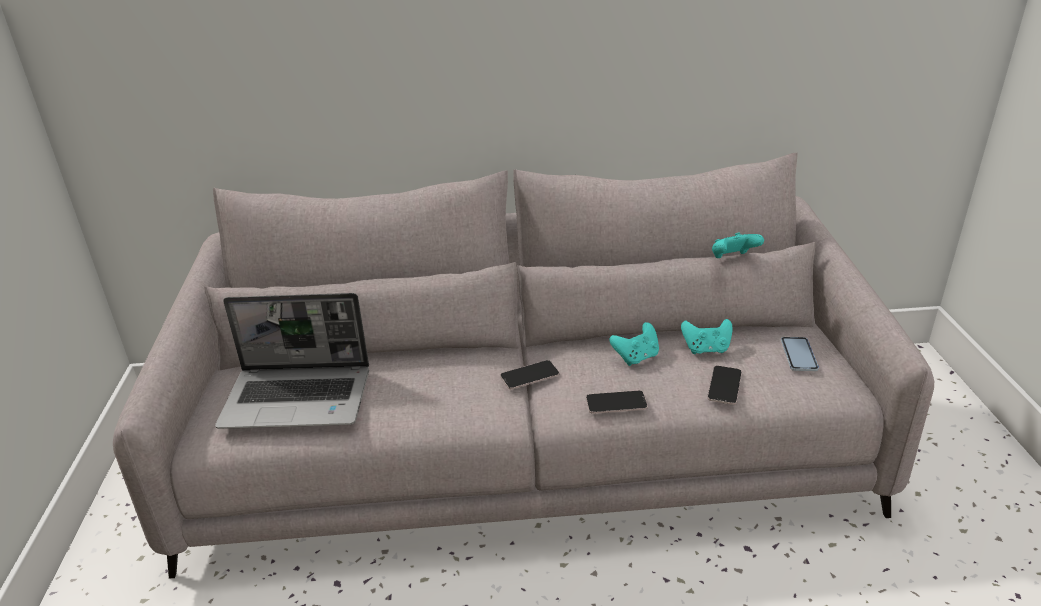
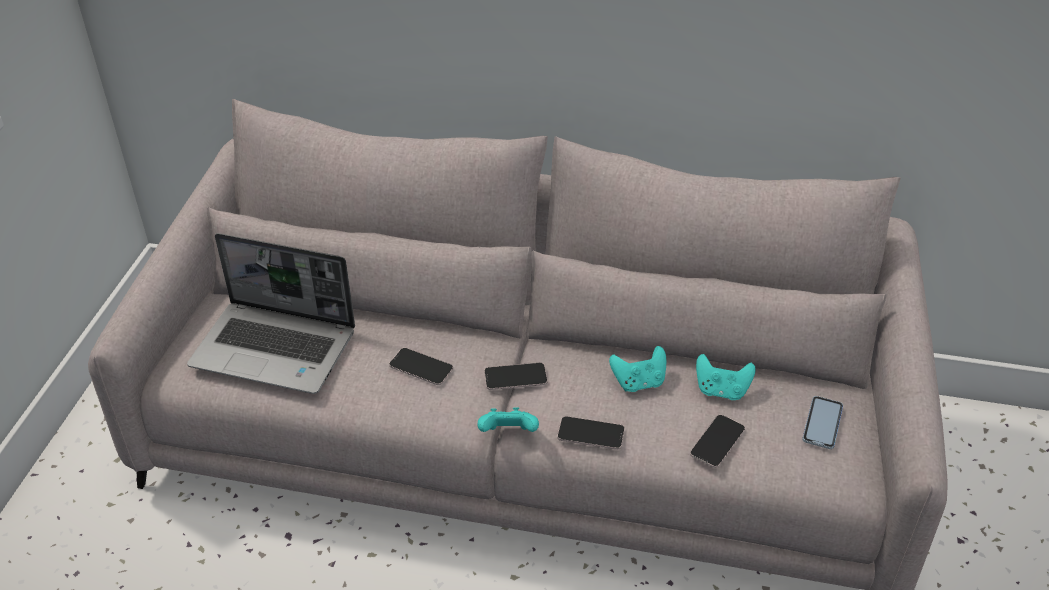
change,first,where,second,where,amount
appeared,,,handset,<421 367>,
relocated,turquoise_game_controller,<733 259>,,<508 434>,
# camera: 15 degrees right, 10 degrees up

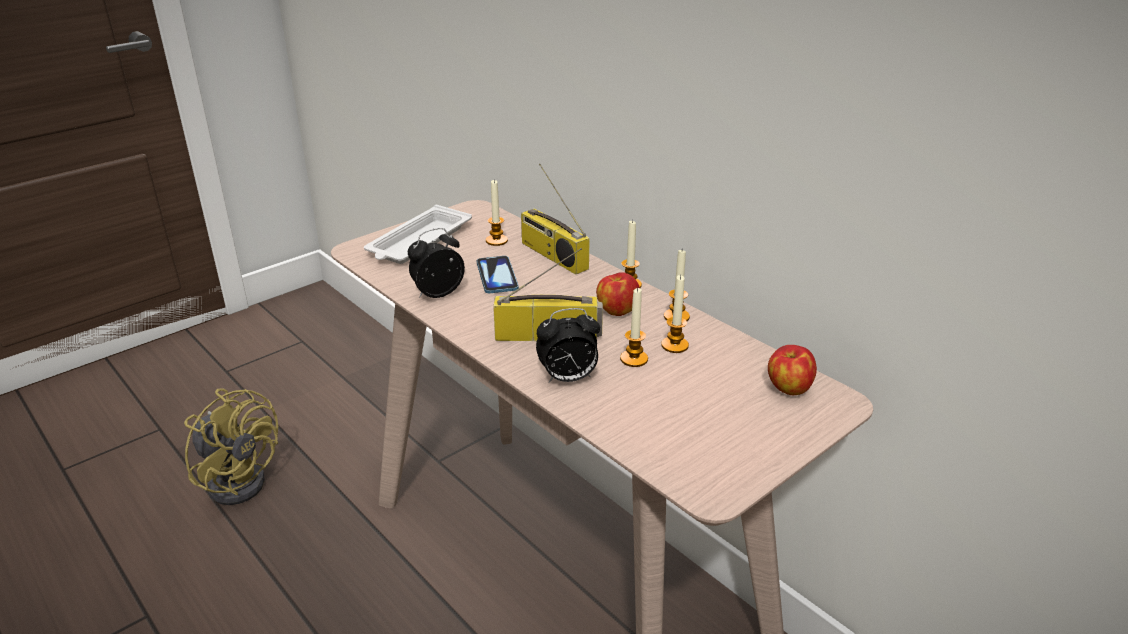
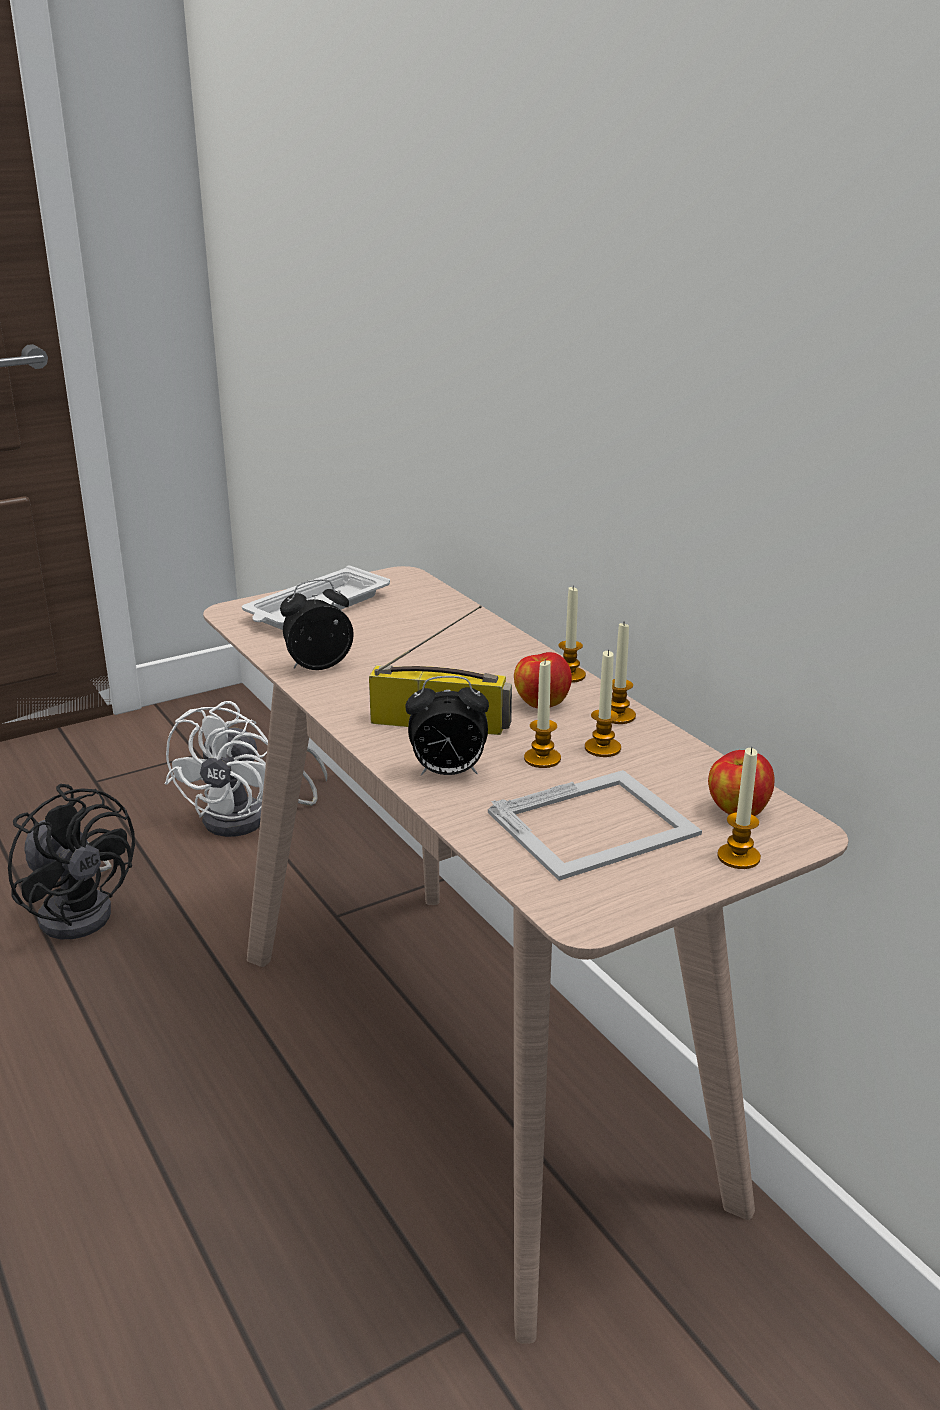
change,first,where,second,where,amount
missing,handset,<497 276>,,,
missing,radio_receiver,<552 255>,,,
appeared,,,white-coloured_electric_fan,<249 817>,
appeared,,,standing_frame,<596 823>,
relocated,candle,<496 240>,,<738 857>,
colour,yellowish_electric_fan,<239 478>,blackish_electric_fan,<81 909>,
# camera: 10 degrees right, 5 degrees down

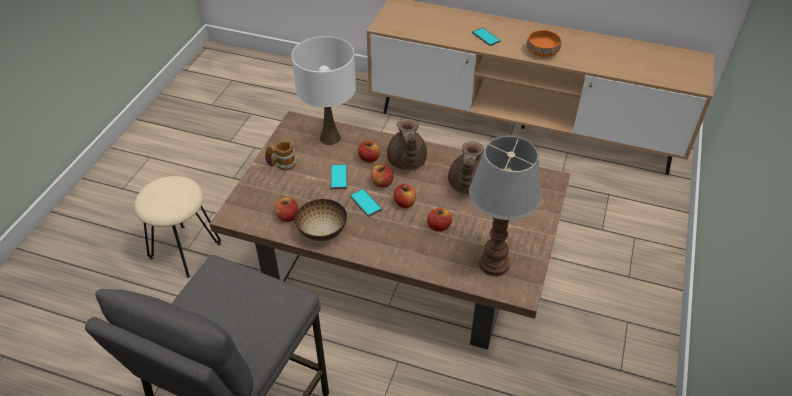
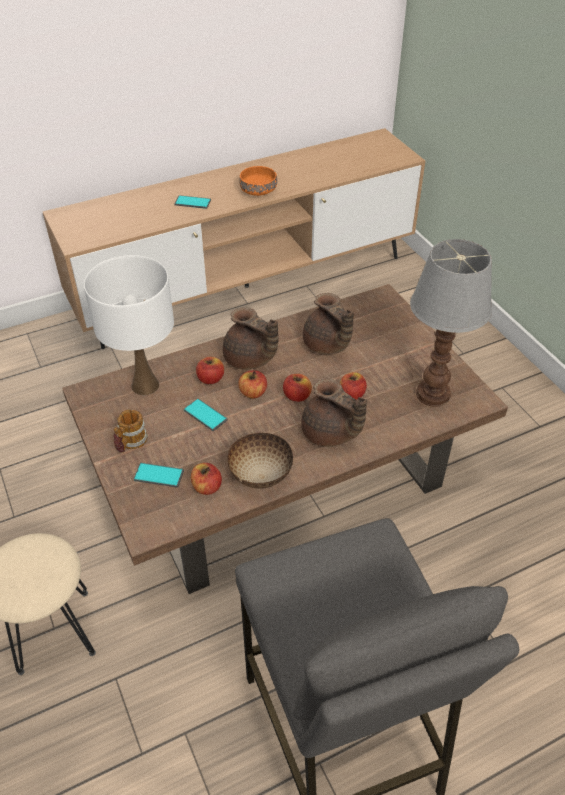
change,first,where,second,where,amount
appeared,,,brown-coloured_tea_pot,<329 434>,
relocated,handset,<365 203>,,<159 475>,
# camera: 45 degrees left, 0 degrees up

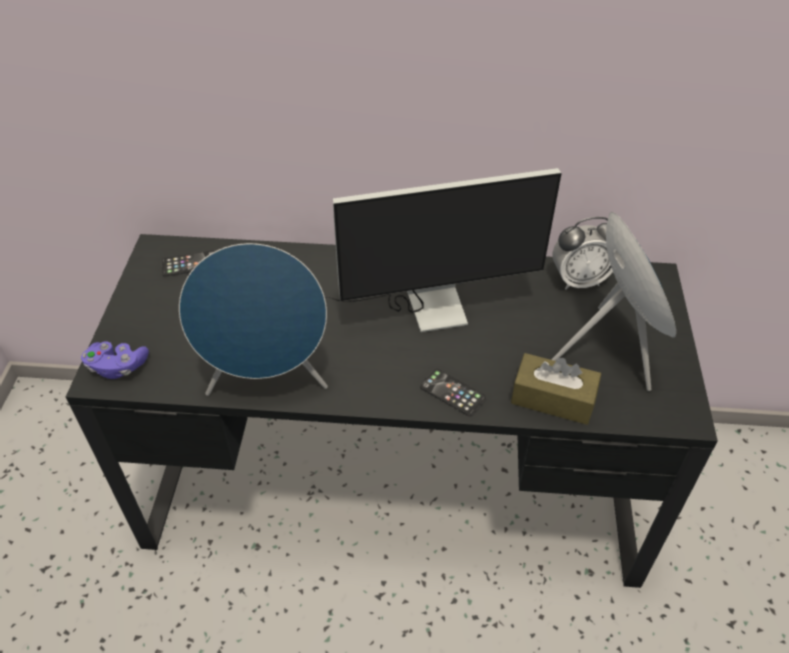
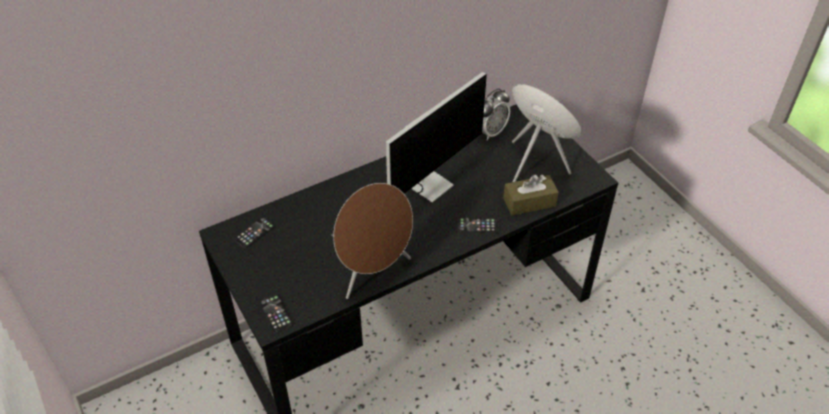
change,first,where,second,where,amount
exchanged,purplish_game_controller,<117 367>,handset,<276 313>,
colour,bluish_loudspeaker,<268 381>,brown-coloured_loudspeaker,<374 272>,
# camera: 35 degrees left, 0 degrees up

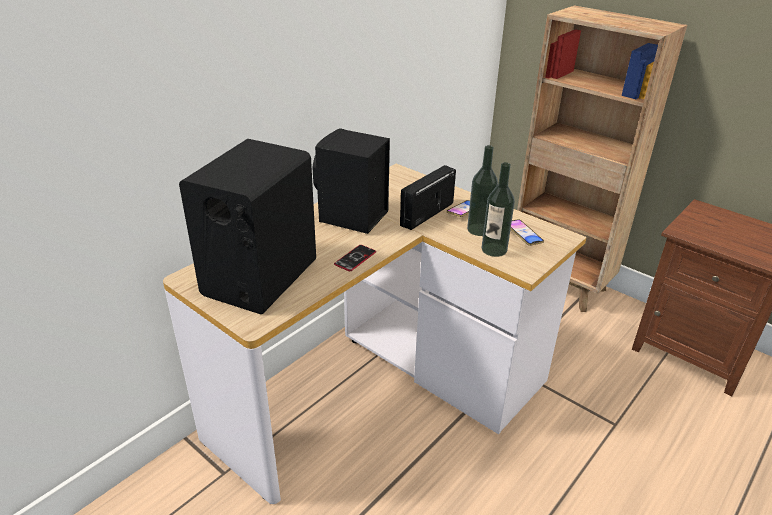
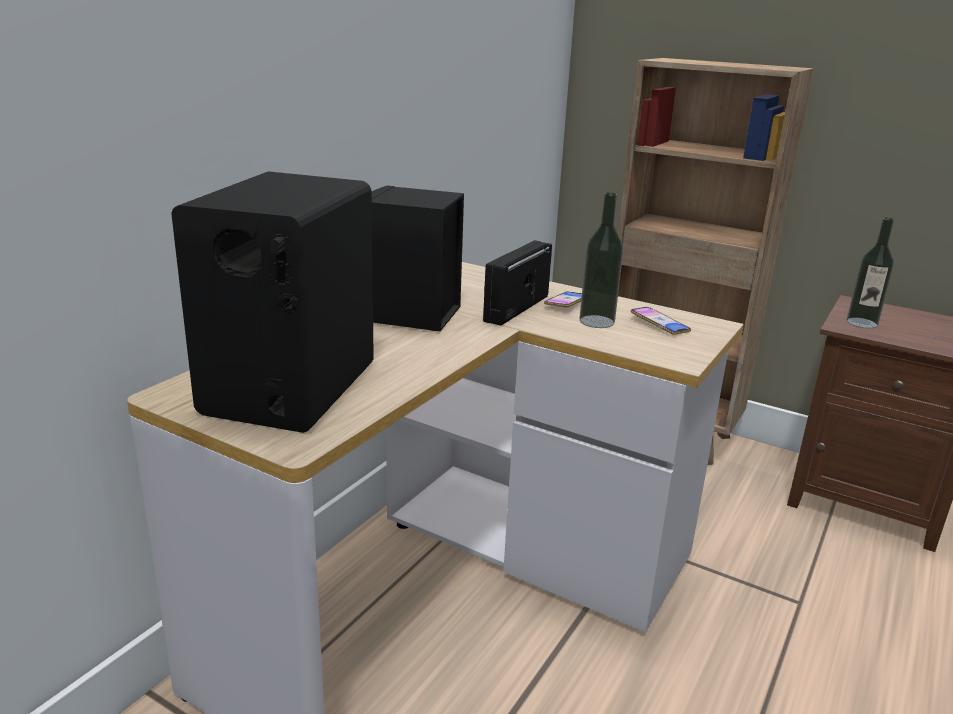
change,first,where,second,where,amount
missing,handset,<355 258>,,,
relocated,drink_bottle,<494 249>,,<862 323>,
# camera: 10 degrees left, 10 degrees down

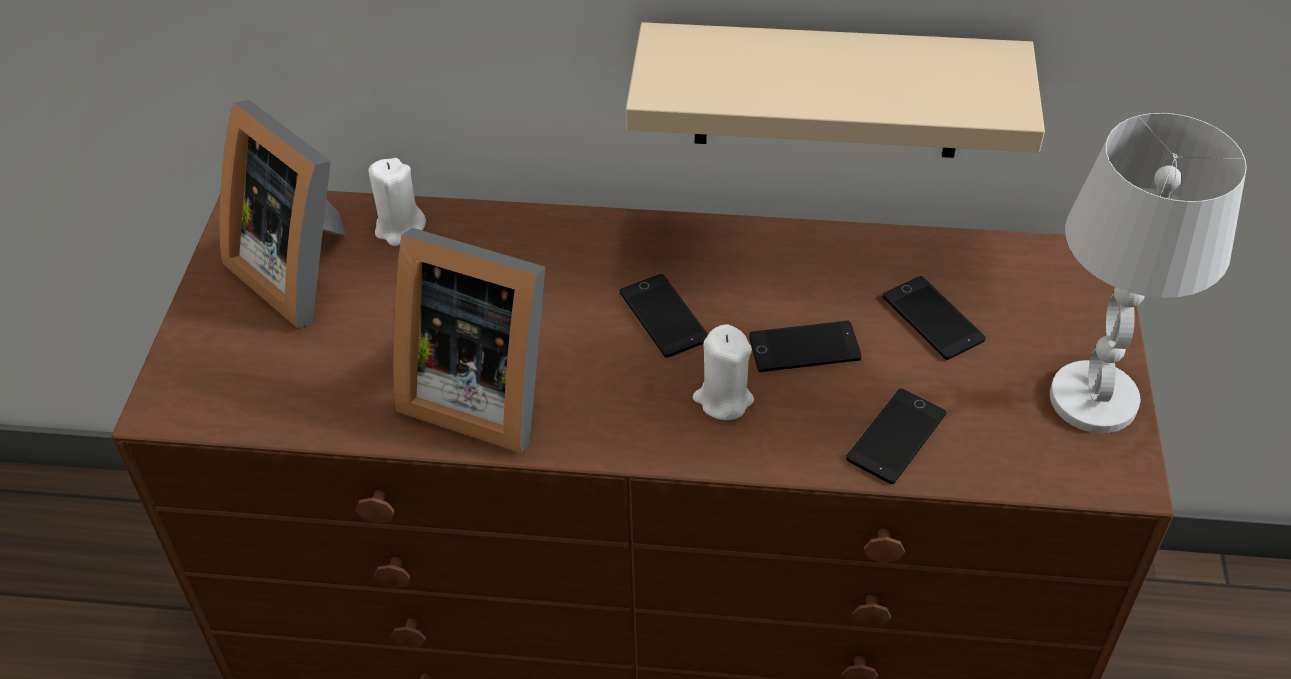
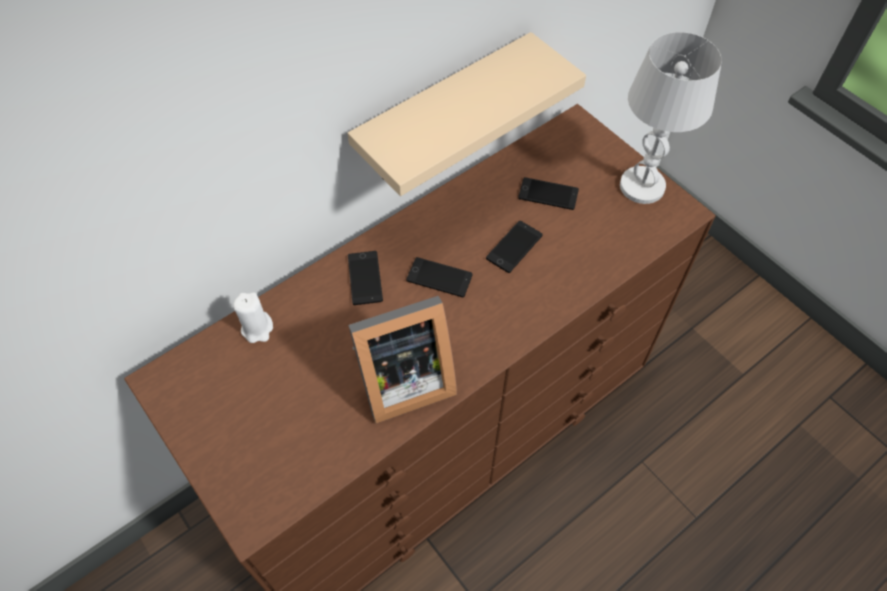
change,first,where,second,where,amount
missing,standing_frame,<301 269>,,,
missing,white-coloured_candle,<723 399>,,,
relocated,handset,<896 436>,,<365 278>,
# camera: 45 degrees left, 10 degrees up

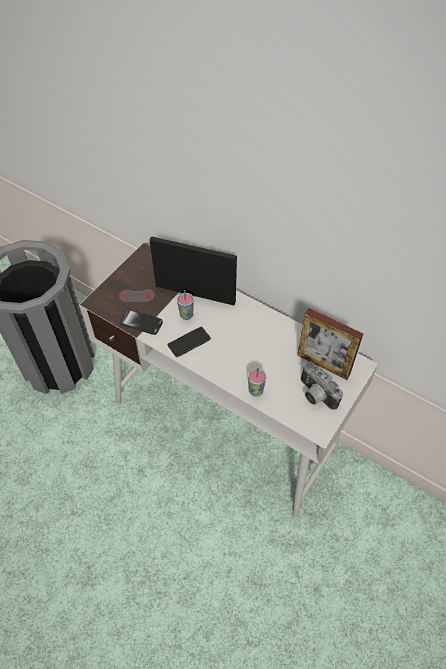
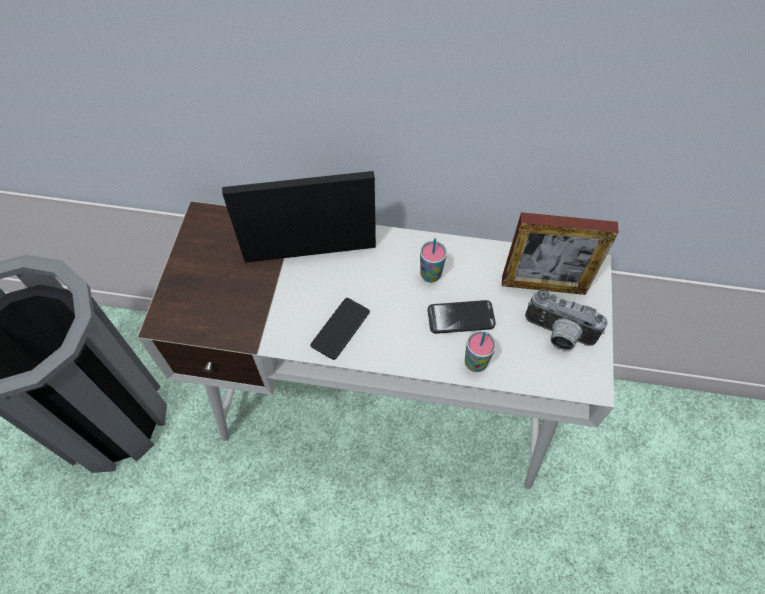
change,first,where,second,where,amount
missing,gray_game_controller,<137 296>,,,
relocated,handset,<141 322>,,<460 318>,
relocated,cup,<186 315>,,<430 275>,
# camera: 25 degrees left, 5 degrees up

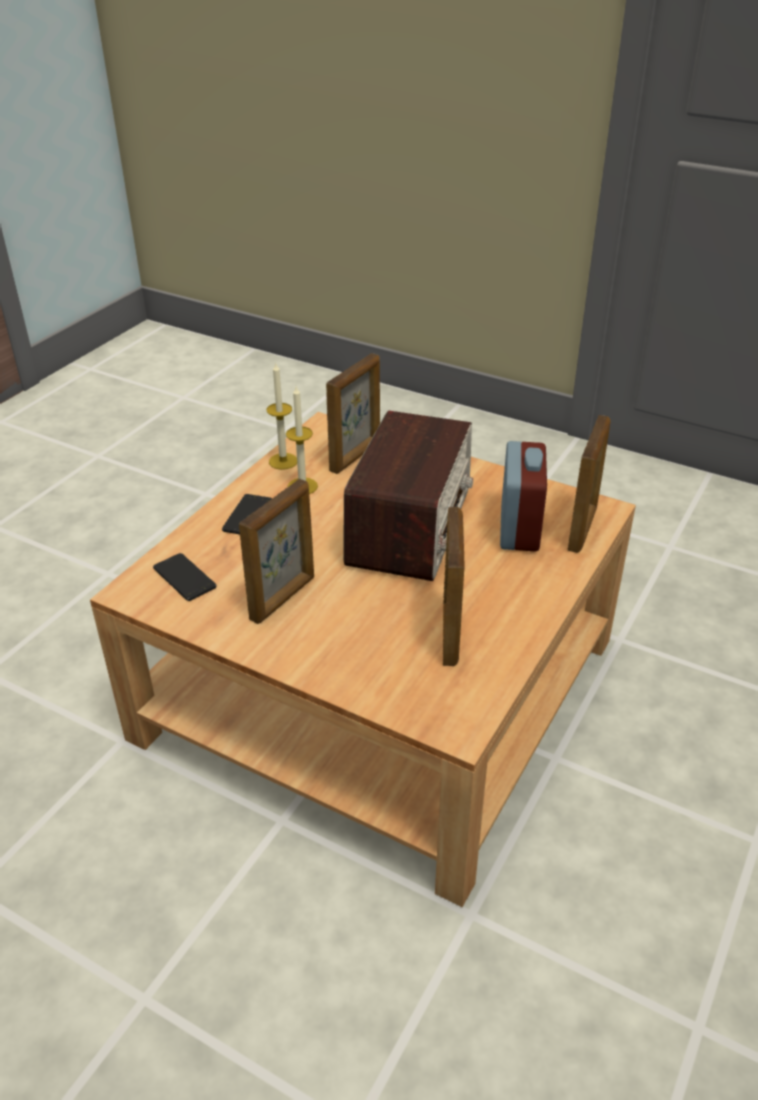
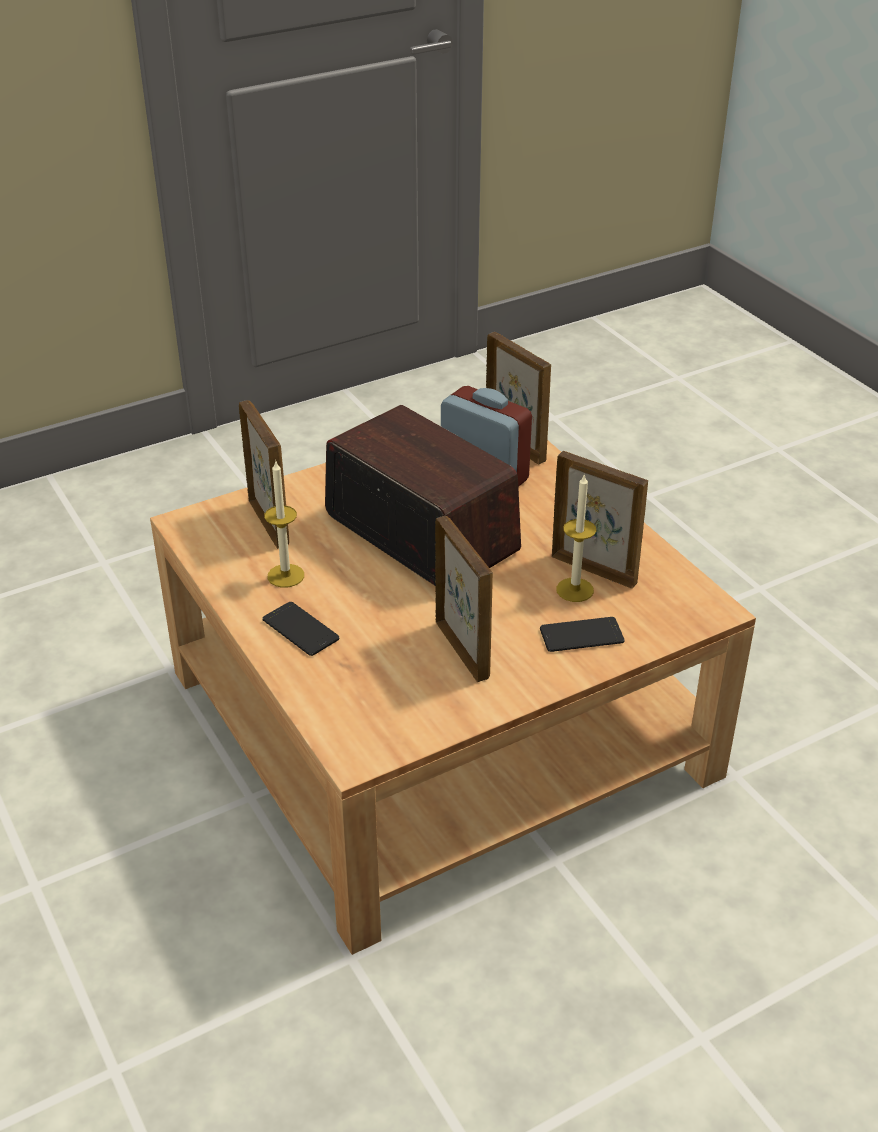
change,first,where,second,where,amount
relocated,handset,<184 577>,,<581 635>,
relocated,candle,<283 461>,,<575 590>,
# camera: 60 degrees left, 0 degrees up

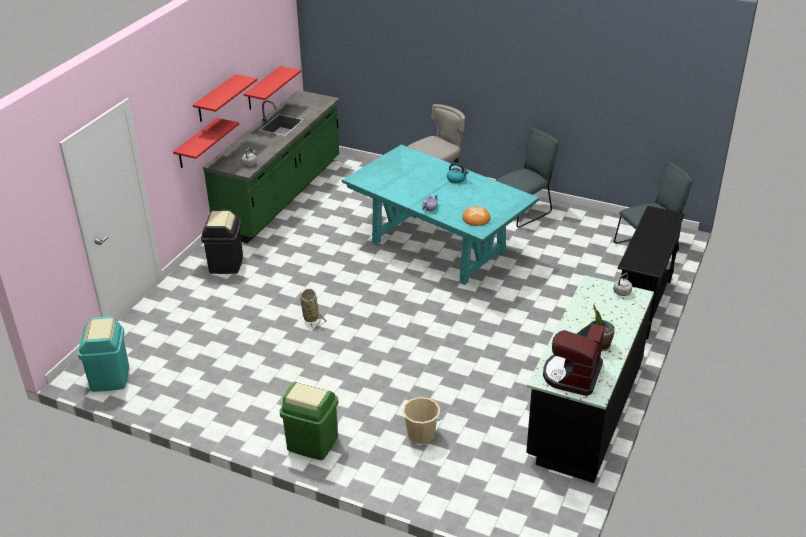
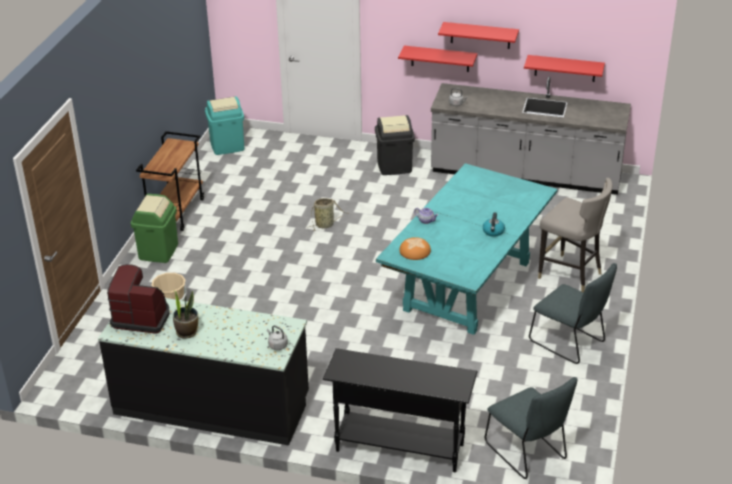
change,first,where,second,where,amount
appeared,,,brown-coloured_wheeled_cart,<176 212>,
colour,greenish_kitchen_counter,<281 196>,gray_kitchen_counter,<525 175>,
# camera: 80 degrees right, 0 degrees up

